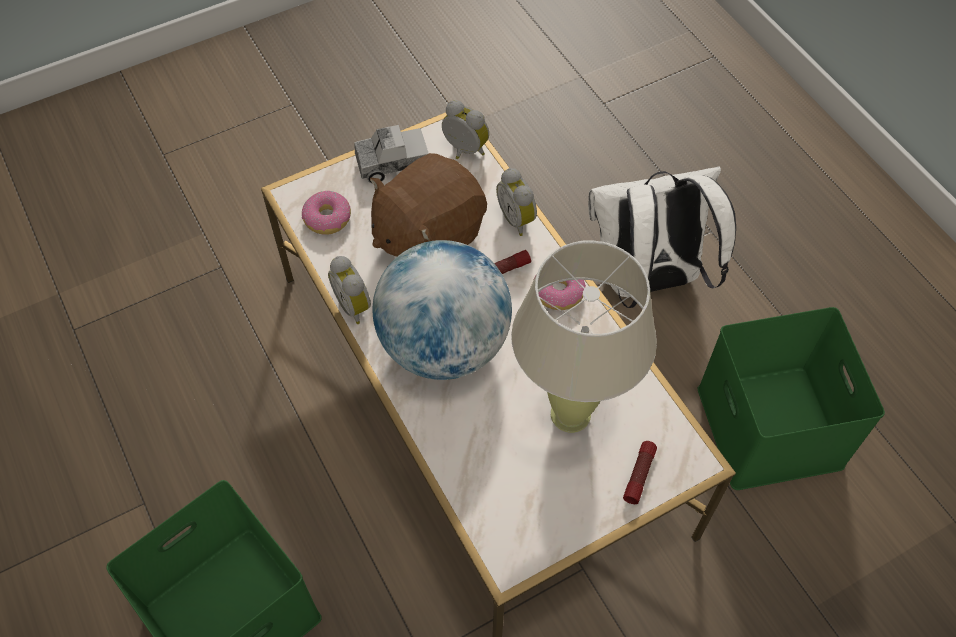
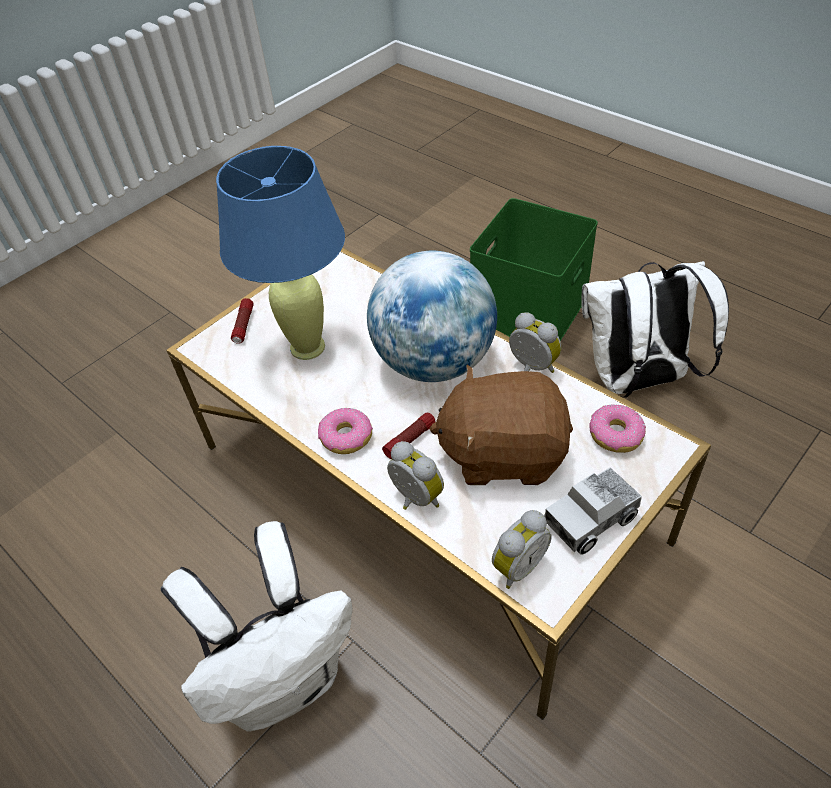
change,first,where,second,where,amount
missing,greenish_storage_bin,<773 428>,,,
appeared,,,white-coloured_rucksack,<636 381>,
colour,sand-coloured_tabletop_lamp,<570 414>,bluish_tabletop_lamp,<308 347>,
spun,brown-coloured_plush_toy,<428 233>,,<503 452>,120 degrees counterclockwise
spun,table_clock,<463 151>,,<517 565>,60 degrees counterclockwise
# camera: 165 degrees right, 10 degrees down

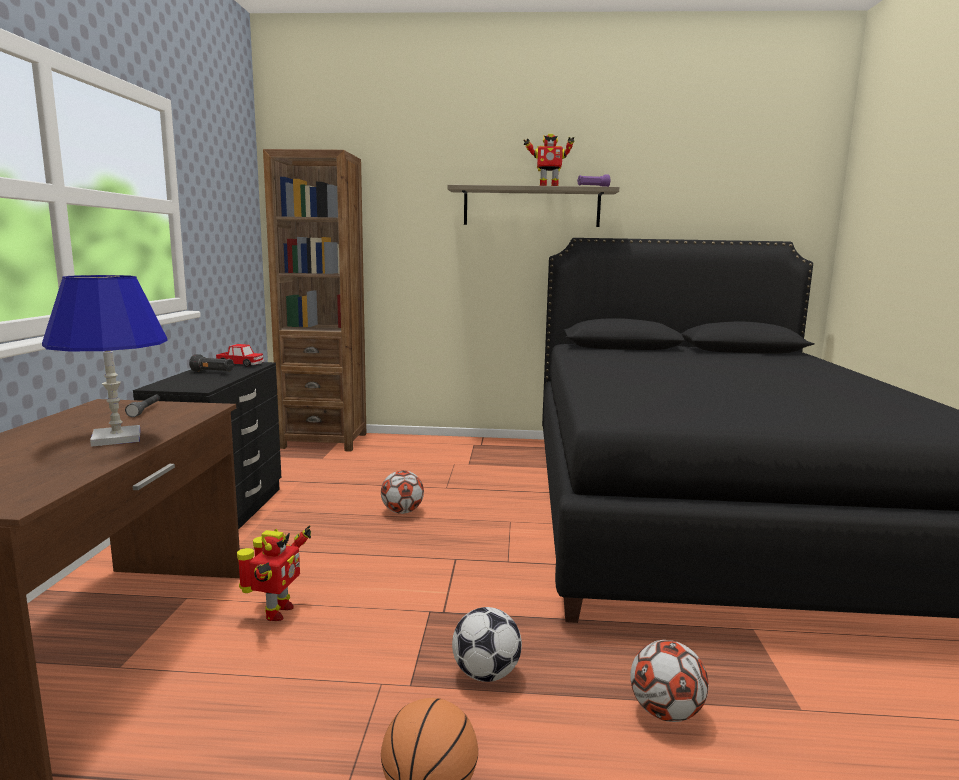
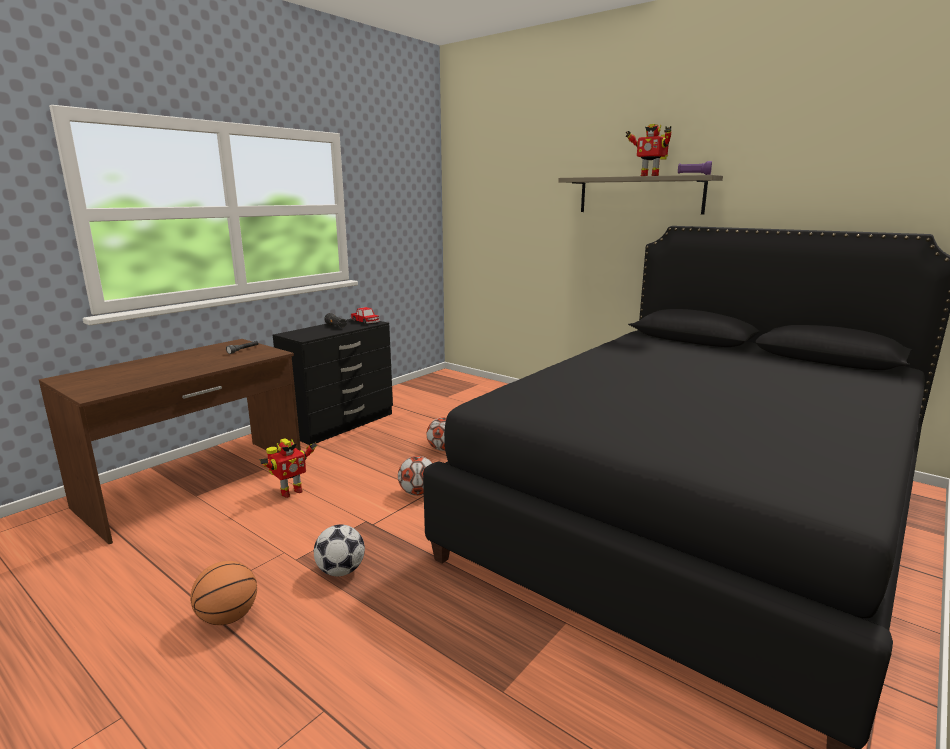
change,first,where,second,where,amount
missing,bluish_tabletop_lamp,<117 438>,,,
missing,brown-coloured_bookshelf,<324 440>,,,
relocated,football_ball,<665 712>,,<418 493>,
# camera: 35 degrees right, 5 degrees up

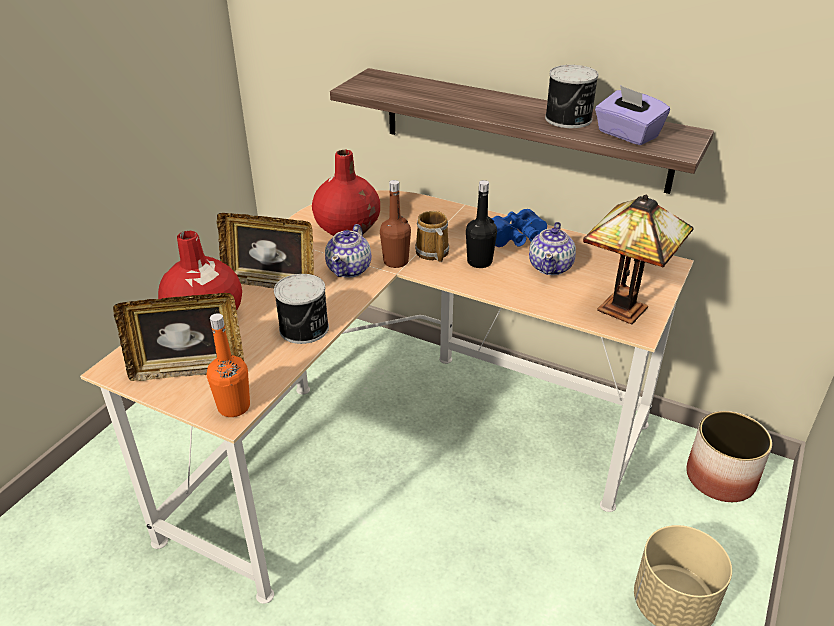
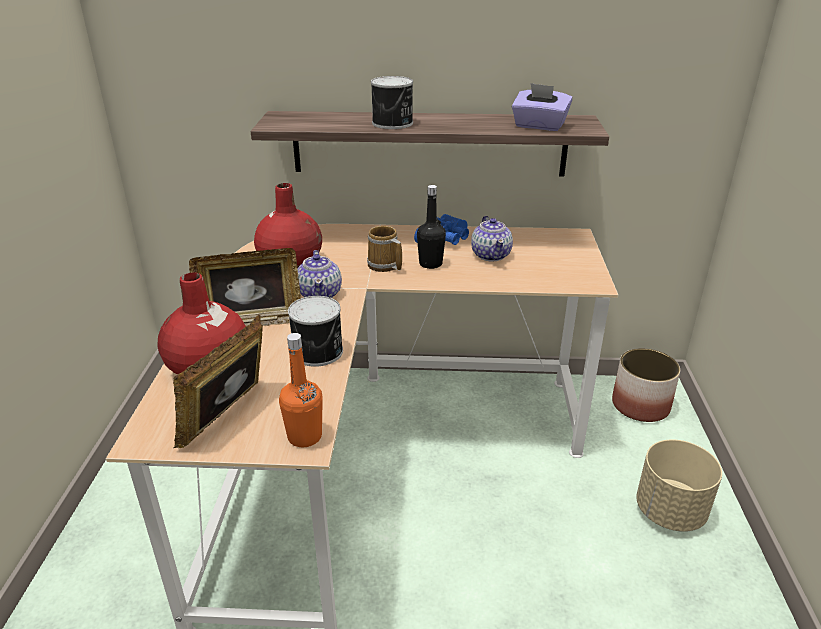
change,first,where,second,where,amount
missing,brown-coloured_drink_bottle,<396 261>,,,
missing,tabletop_lamp,<626 309>,,,
relocated,can,<569 119>,,<393 123>,
spun,standing_frame,<189 369>,,<228 417>,150 degrees clockwise
# camera: 25 degrees left, 5 degrees down

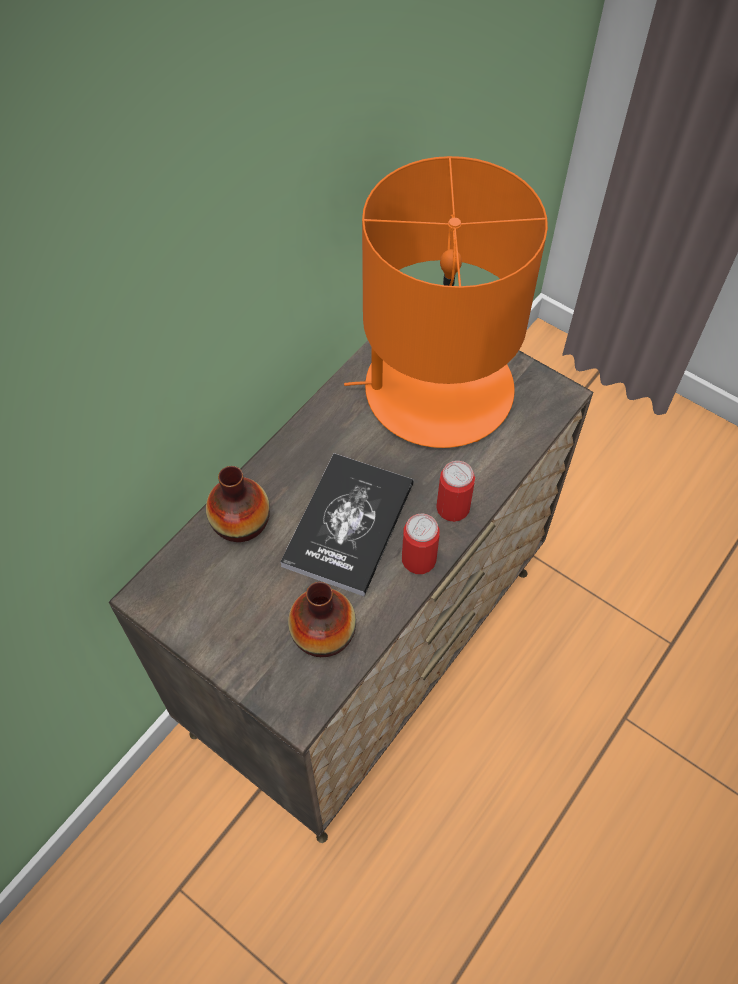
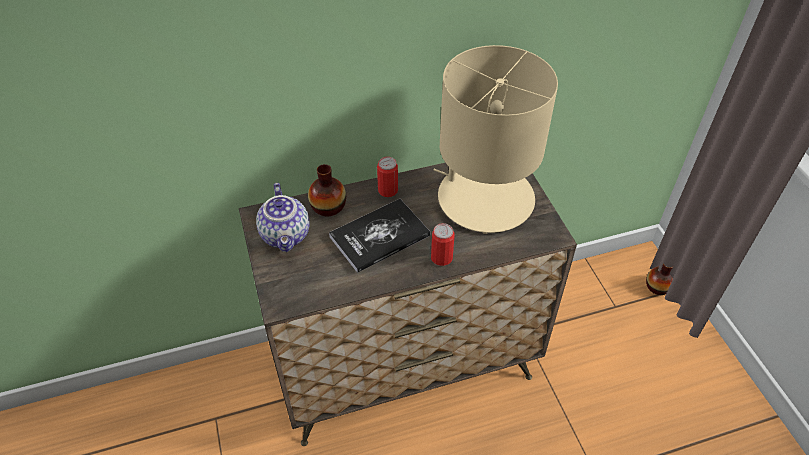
change,first,where,second,where,amount
appeared,,,tea_pot,<287 235>,
relocated,flower_vase,<323 633>,,<657 287>,
relocated,can,<418 559>,,<388 190>,
colour,orange_tabletop_lamp,<436 390>,sand-coloured_tabletop_lamp,<484 198>,
# camera: 35 degrees right, 10 degrees down

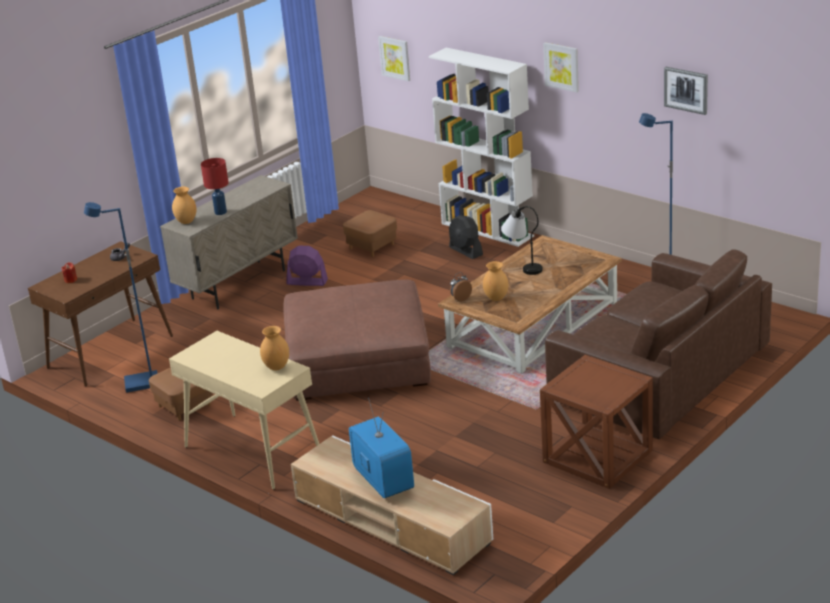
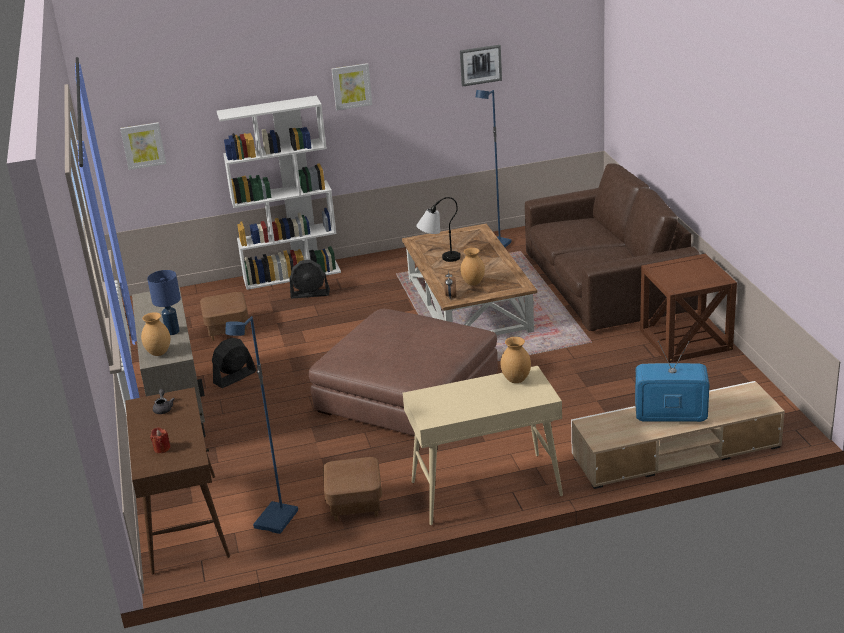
change,first,where,second,where,amount
colour,red_tabletop_lamp,<220 212>,bluish_tabletop_lamp,<173 331>,
colour,purplish_electric_fan,<307 282>,blackish_electric_fan,<234 377>,
# camera: 55 degrees left, 0 degrees up

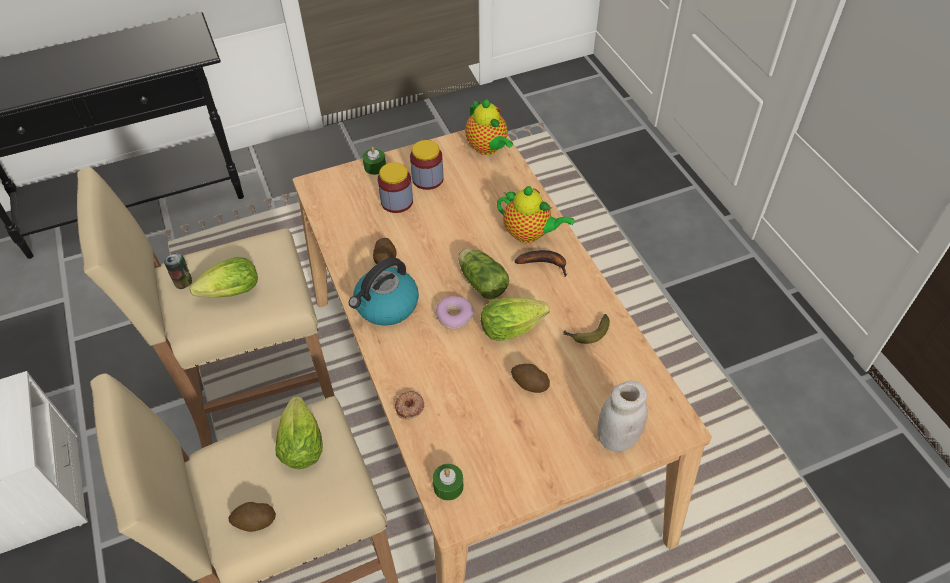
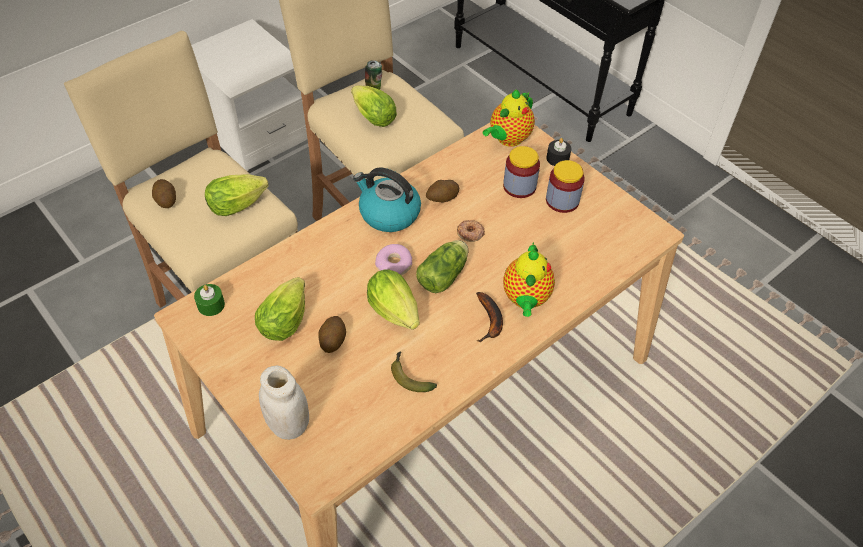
change,first,where,second,where,amount
appeared,,,lettuce_head,<286 319>,
relocated,doughnut,<410 407>,,<470 233>,
relocated,tea_pot,<488 148>,,<508 139>,
colour,greenish_candle,<375 167>,blackish_candle,<557 158>,
# camera: 70 degrees right, 0 degrees up

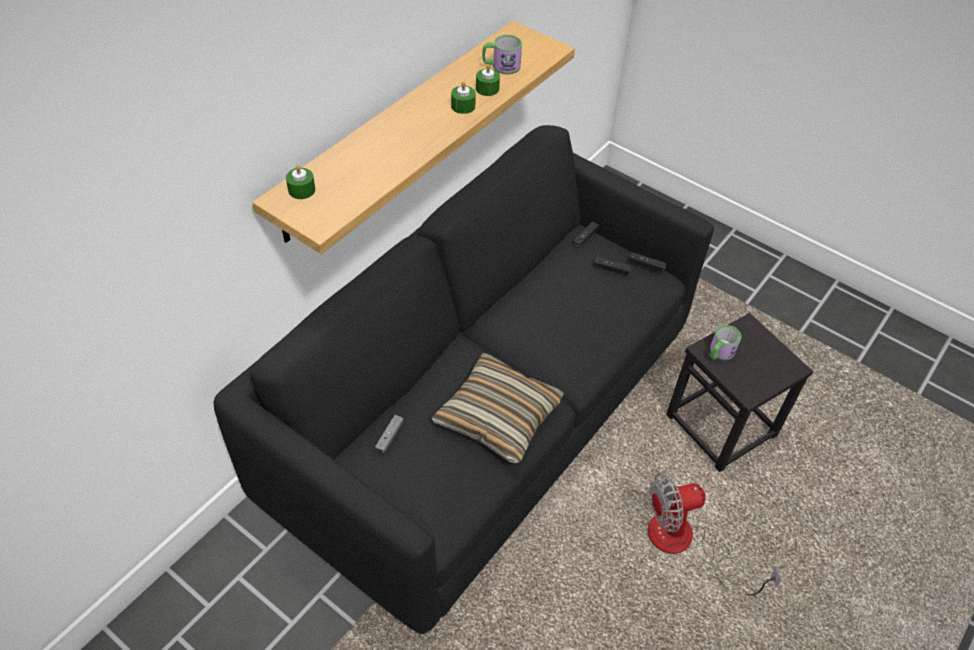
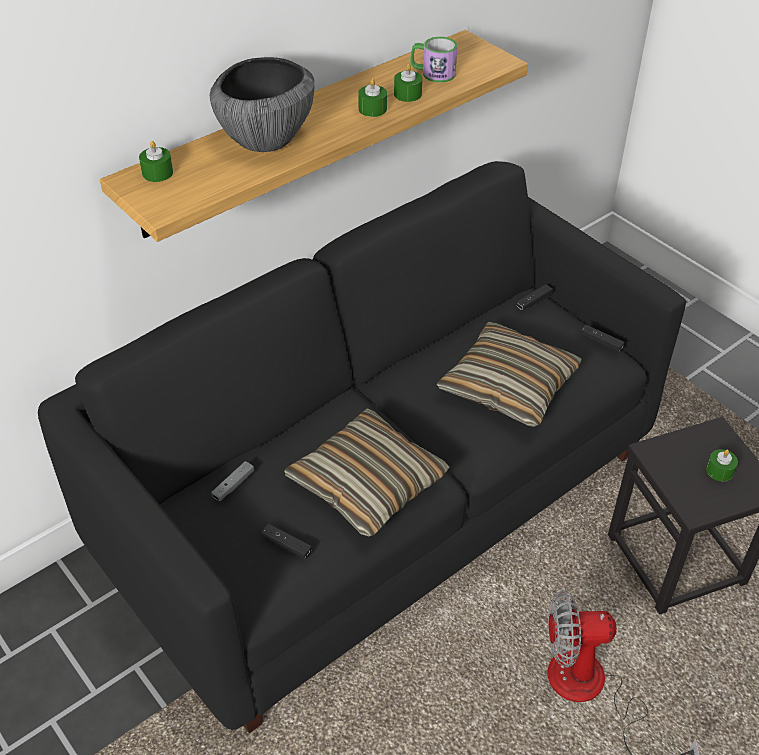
change,first,where,second,where,amount
missing,coffee_mug,<719 353>,,,
appeared,,,bowl,<265 140>,
appeared,,,pillow,<509 386>,
appeared,,,greenish_candle,<719 471>,
relocated,blackish_game_controller,<611 269>,,<286 545>,
# camera: 15 degrees right, 5 degrees down

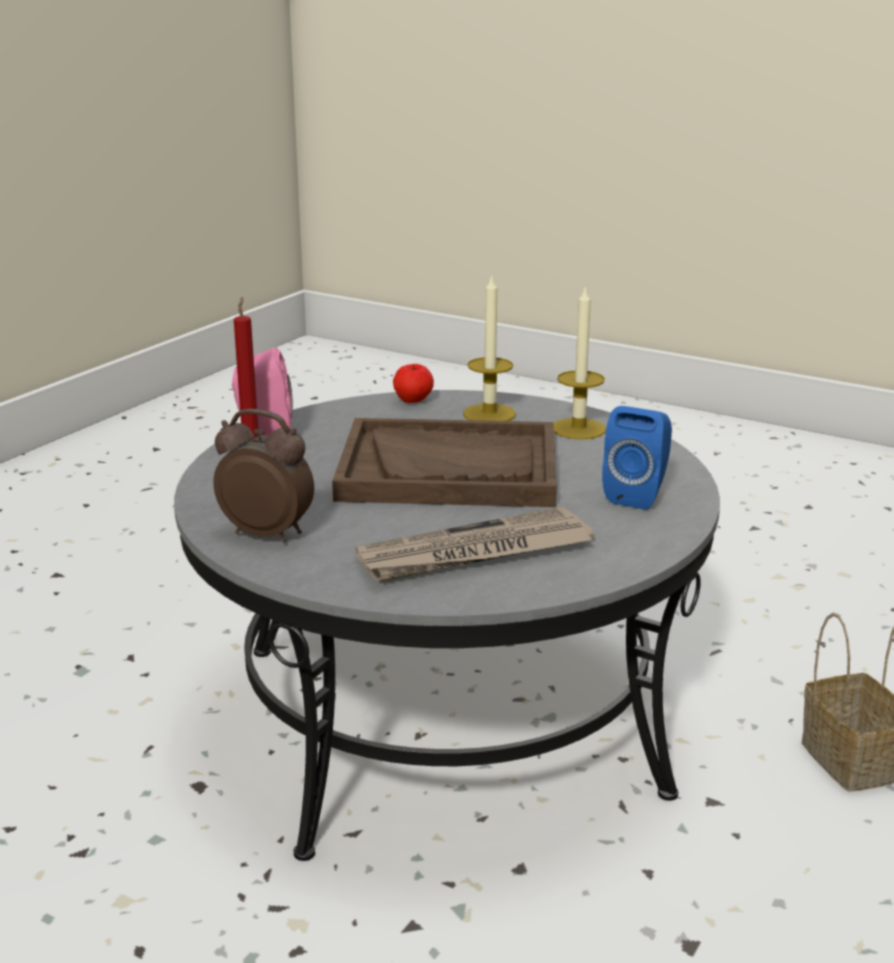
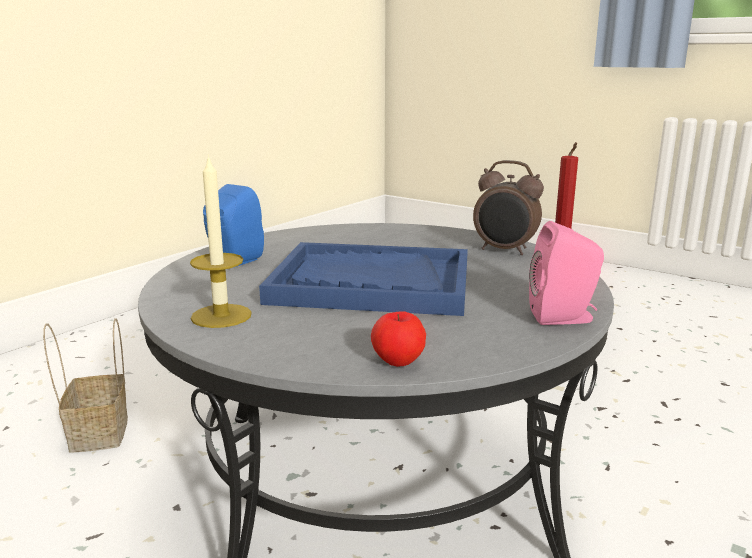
change,first,where,second,where,amount
missing,newspaper,<475 553>,,,
missing,candle,<489 414>,,,
colour,brown-coloured_tray,<449 469>,bluish_tray,<371 283>,
# camera: 175 degrees left, 5 degrees down

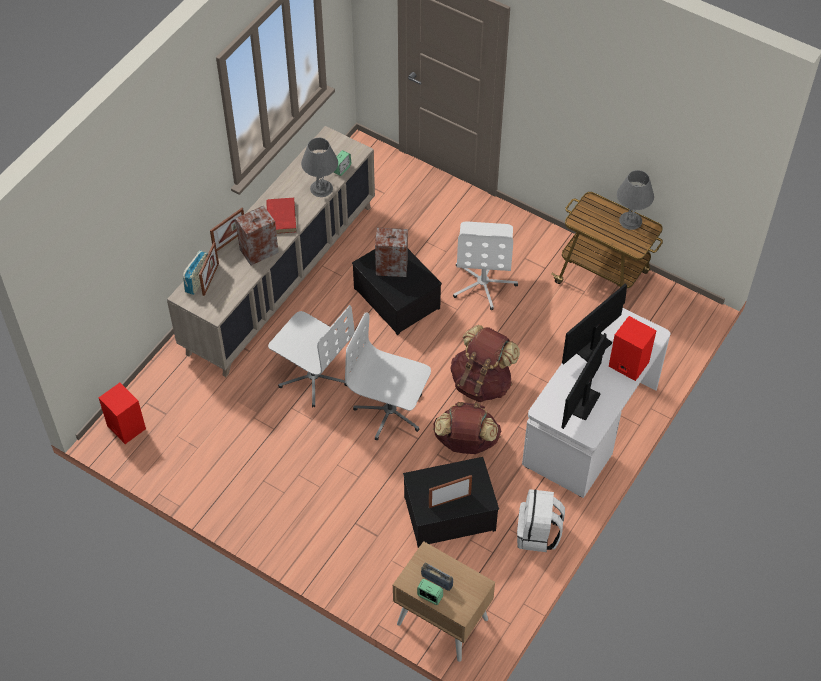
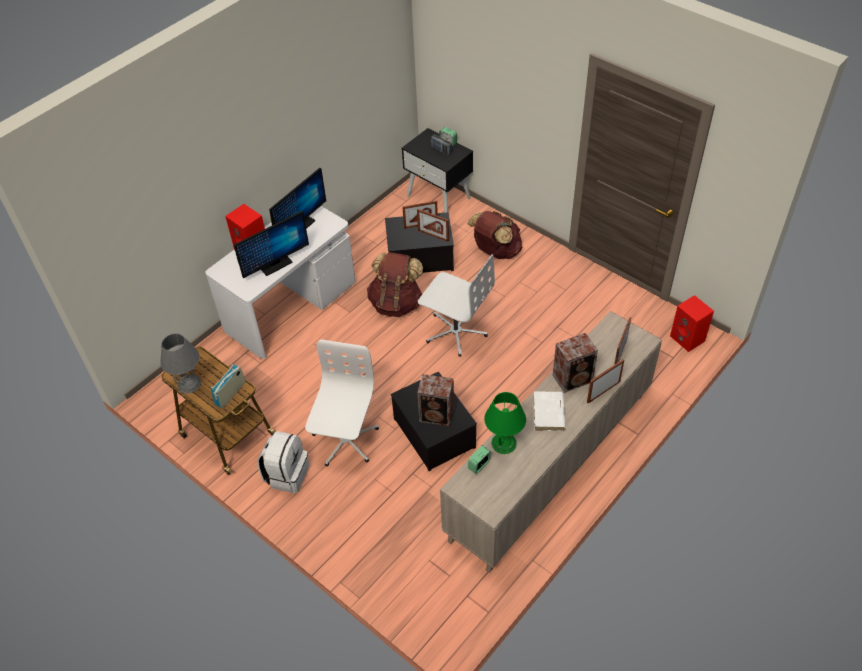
change,first,where,second,where,amount
missing,white-coloured_computer_chair,<313 376>,,,
appeared,,,standing_frame,<433 235>,
relocated,radio_receiver,<198 280>,,<230 393>,
relocated,brown-coloured_rucksack,<482 382>,,<495 251>,
relocated,white-coloured_rucksack,<538 534>,,<287 474>,
colour,red_volume,<281 217>,white-coloured_volume,<549 413>,
colour,gray_tabletop_lamp,<321 188>,greenish_tabletop_lamp,<504 443>,
colour,sand-coloured_night_table,<441 621>,blackish_night_table,<439 197>,
# camera: 170 degrees left, 5 degrees down

